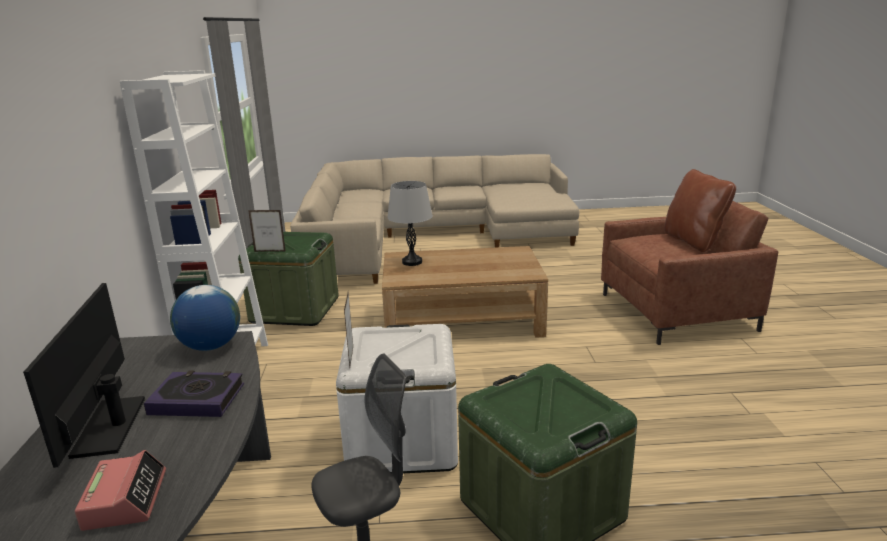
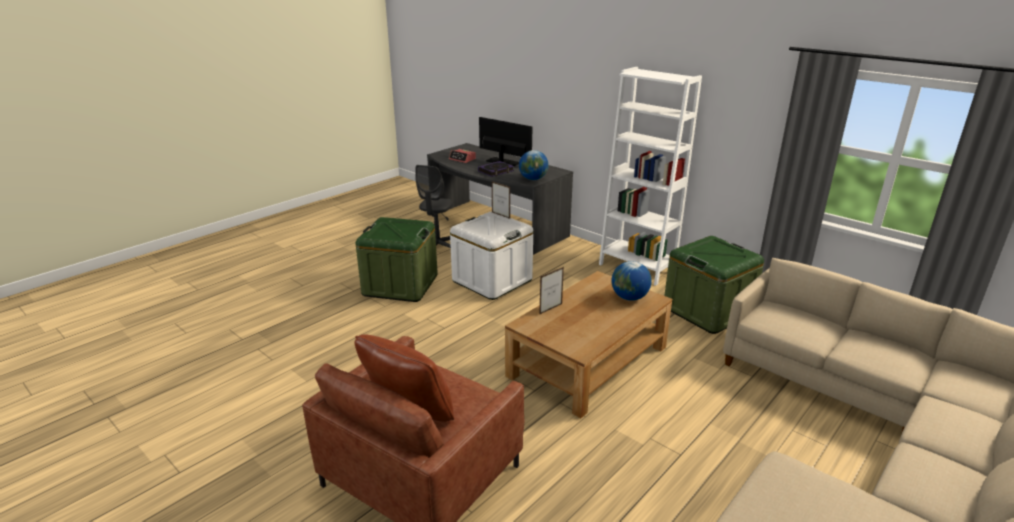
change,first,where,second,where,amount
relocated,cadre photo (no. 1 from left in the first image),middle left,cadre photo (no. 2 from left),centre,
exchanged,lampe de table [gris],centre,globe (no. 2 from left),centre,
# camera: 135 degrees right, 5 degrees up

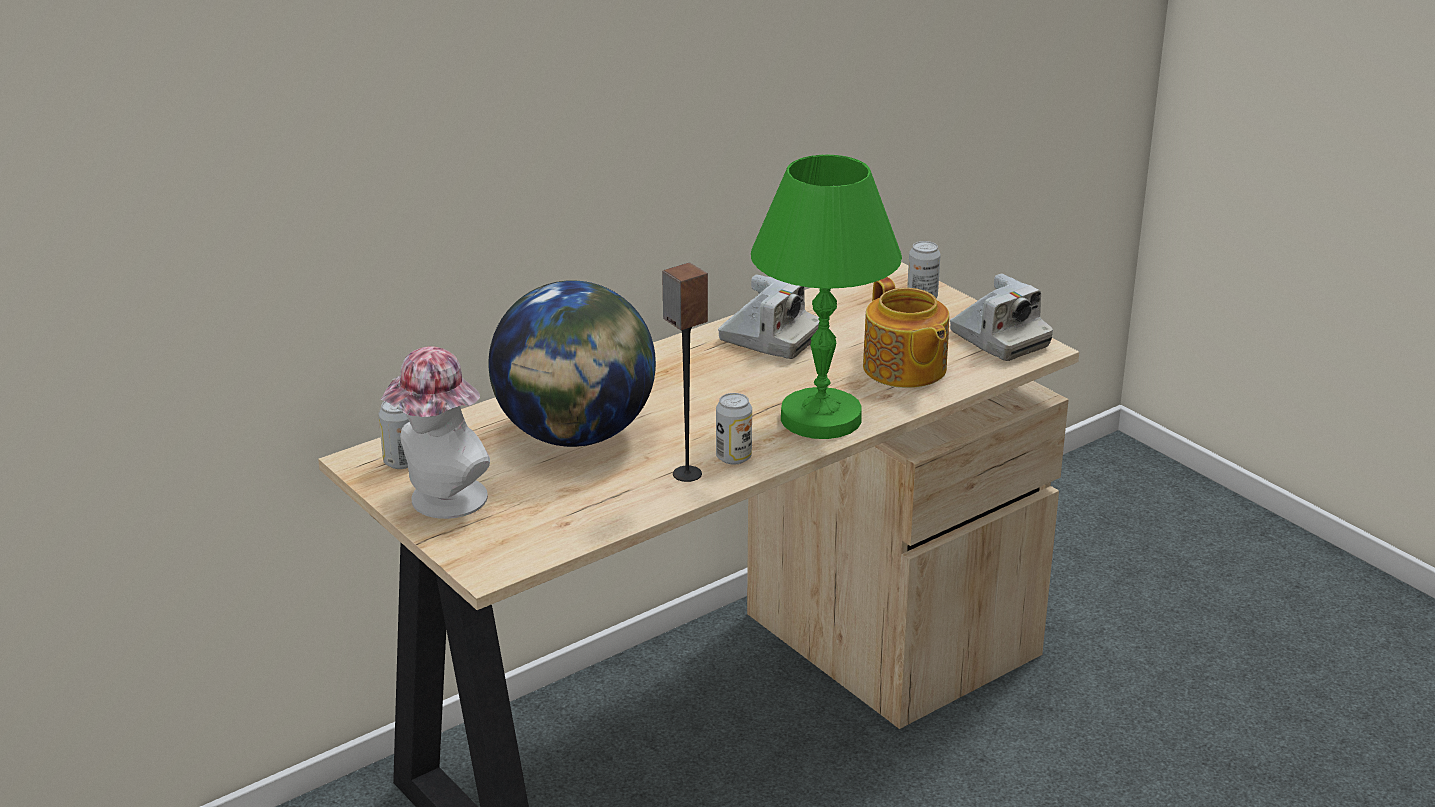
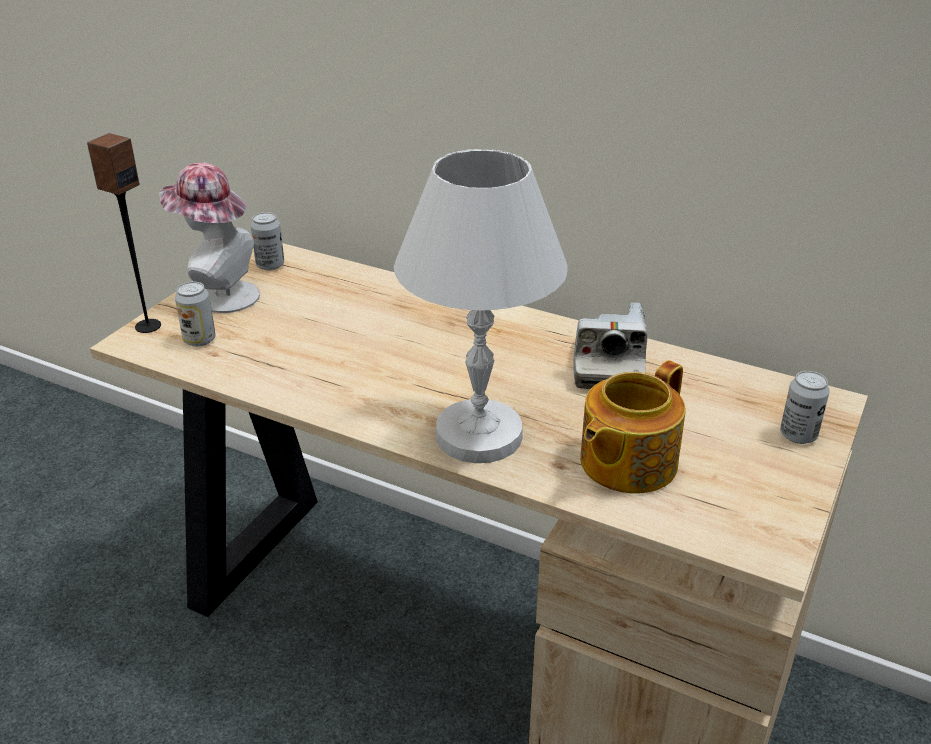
change,first,where,second,where,amount
relocated,enceinte,centre,,top left,
relocated,boîte métallique (no. 2 from left in the first image),centre,boîte métallique (no. 1 from left),middle left,
colour,lampe de table [vert],centre,lampe de table [blanc],centre,
missing,globe,centre,,,
missing,appareil photo (no. 2 from left),middle right,,,
# camera: 65 degrees right, 5 degrees up

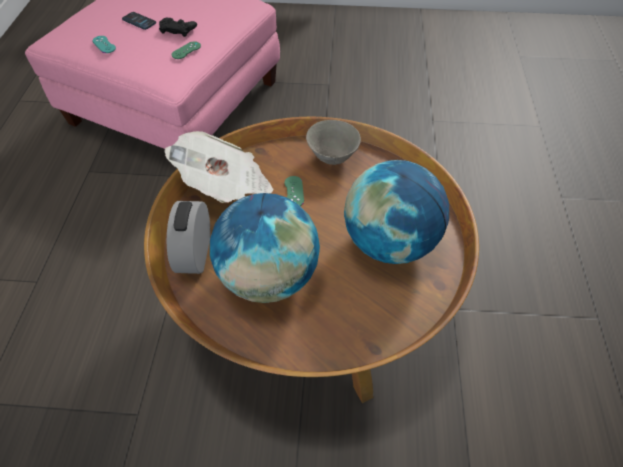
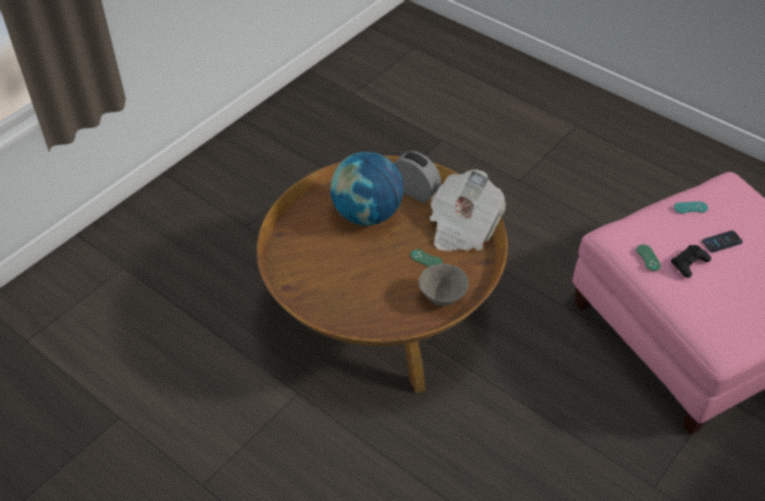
change,first,where,second,where,amount
missing,globe (no. 2 from left),centre,,,
# camera: 125 degrees right, 5 degrees down

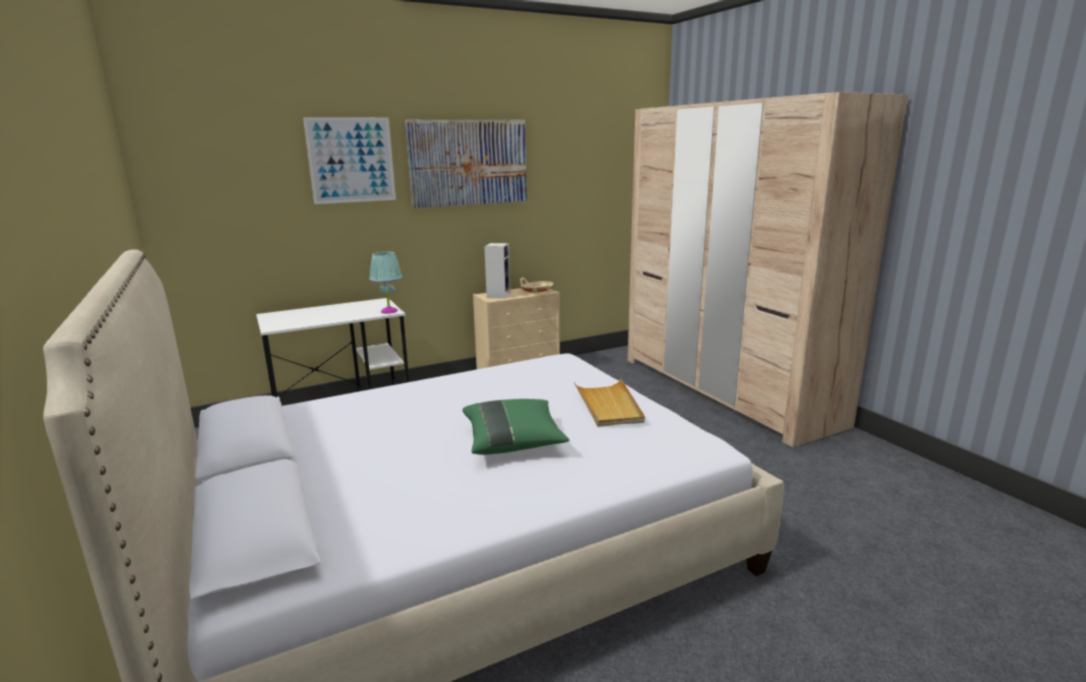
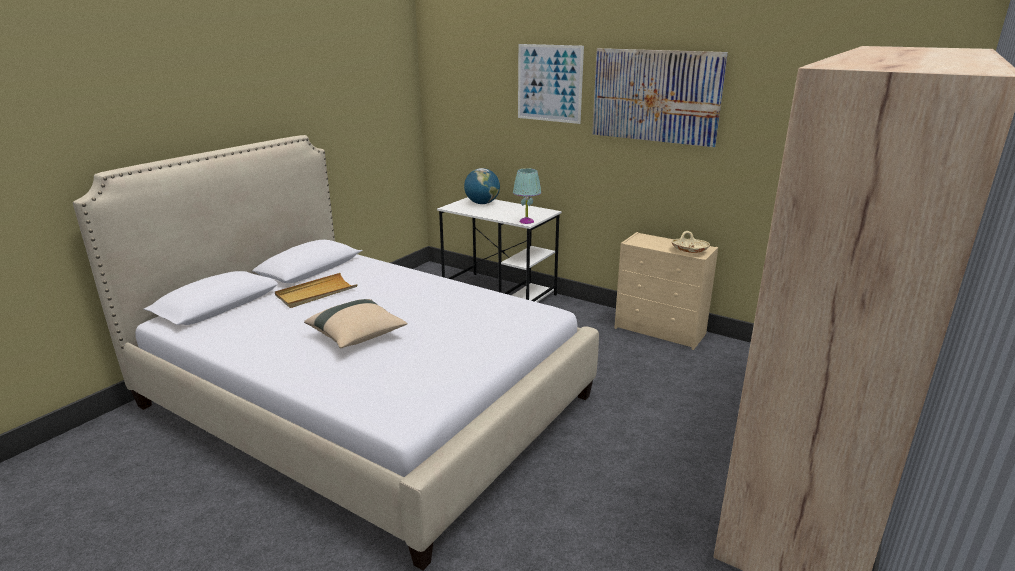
change,first,where,second,where,amount
relocated,plateau [beige],centre,,middle left,
colour,coussin [vert],centre,coussin [beige],centre,
appeared,,,globe,top centre,
missing,enceinte,centre,,,
# camera: 60 degrees right, 5 degrees up

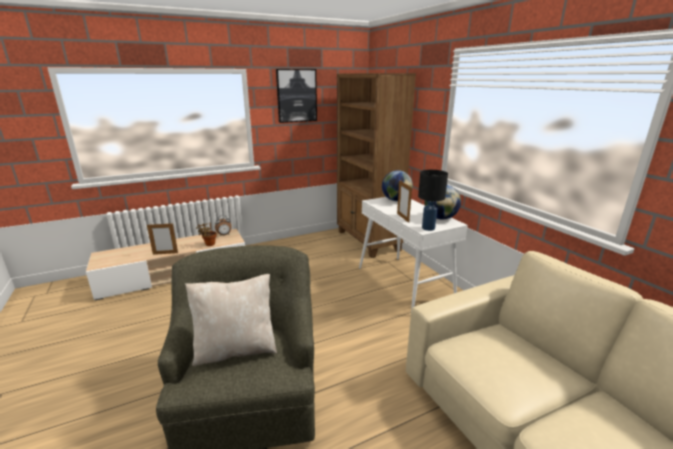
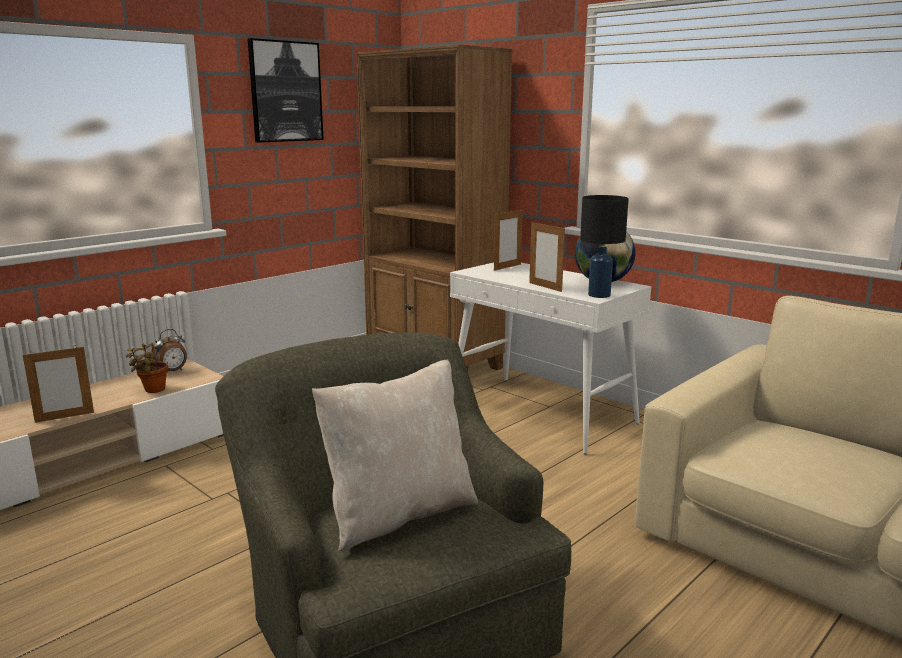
change,first,where,second,where,amount
exchanged,globe (no. 1 from left),centre,cadre photo (no. 2 from left),centre,
# camera: 20 degrees left, 5 degrees down

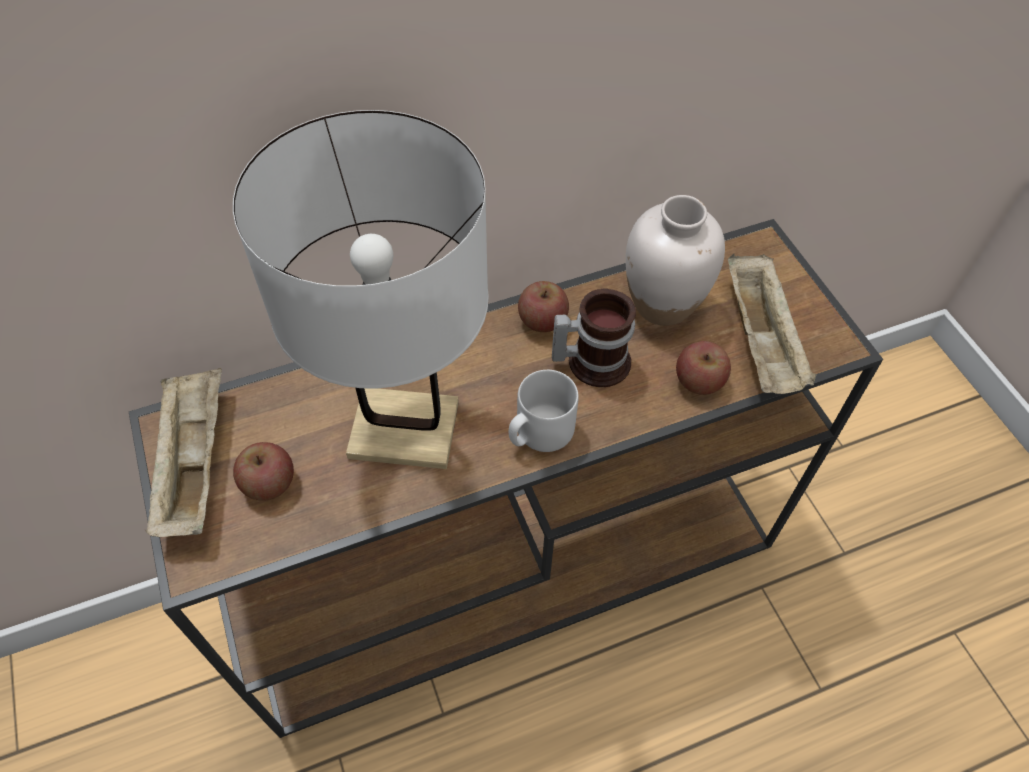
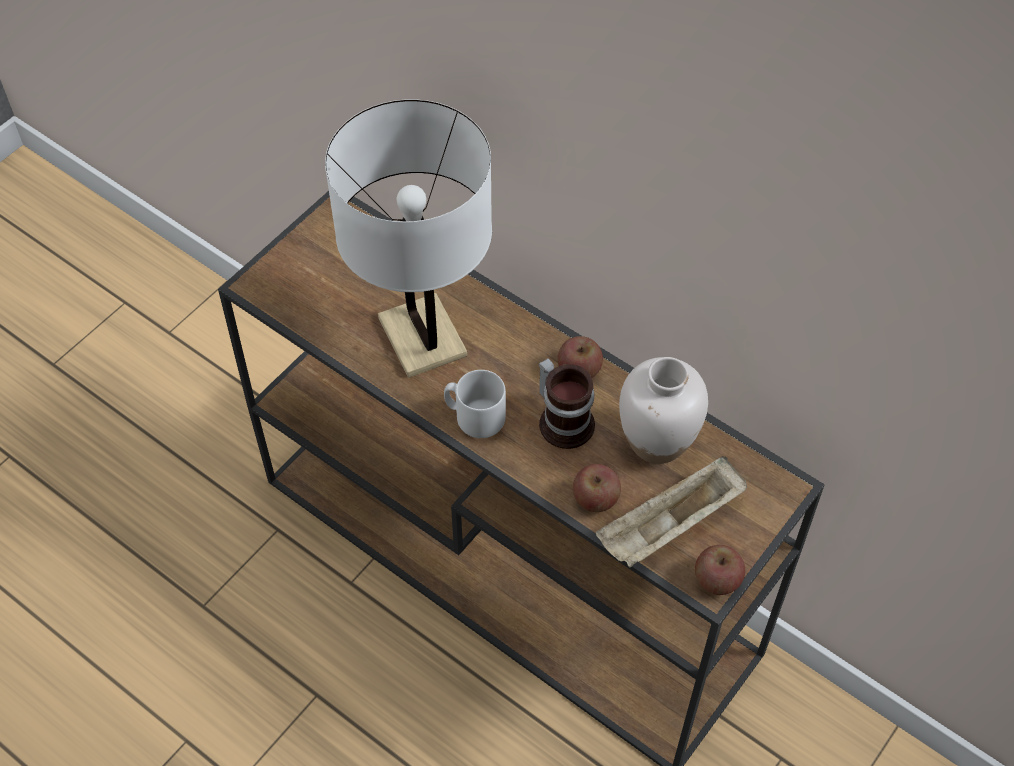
change,first,where,second,where,amount
relocated,pomme (no. 1 from left in the first image),middle left,pomme (no. 3 from left),bottom right,
missing,plateau [beige] (no. 1 from left),middle left,,,
# camera: 60 degrees right, 0 degrees up

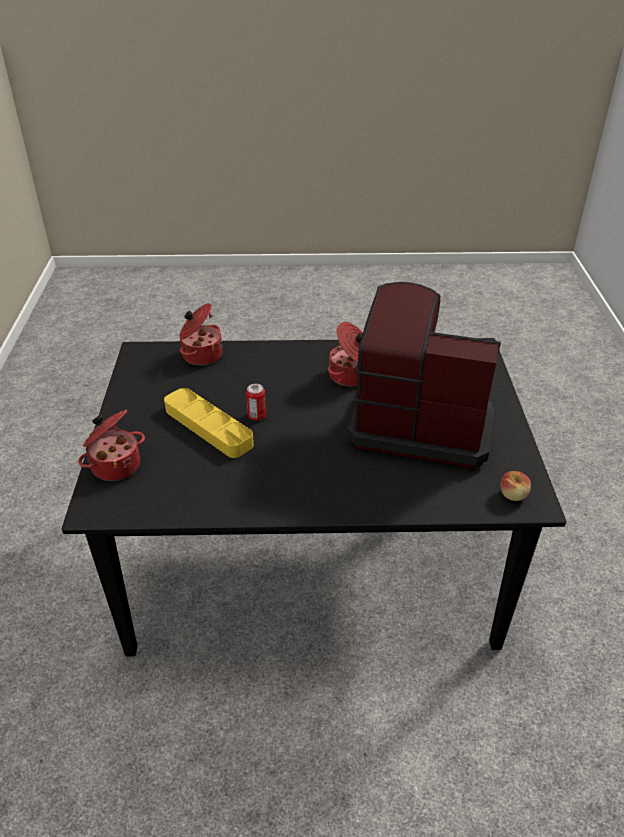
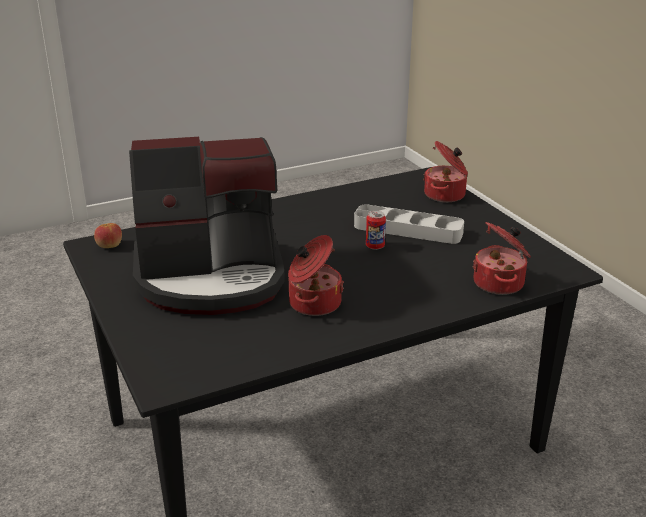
change,first,where,second,where,amount
colour,plateau [jaune],centre,plateau [gris],centre,
# camera: 155 degrees right, 10 degrees down

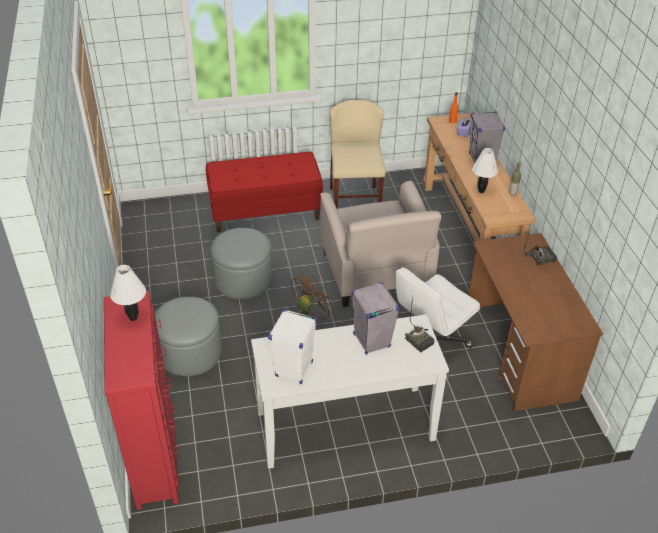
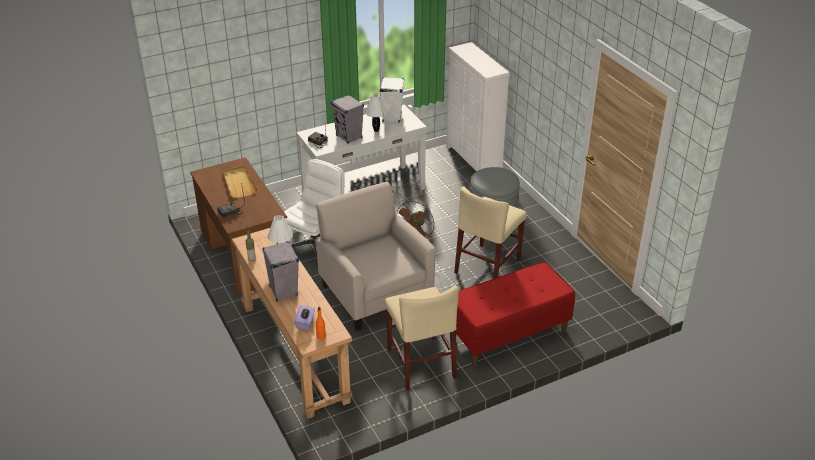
change,first,where,second,where,amount
appeared,,,plateau [beige],middle left,
relocated,lampe de table [blanc] (no. 1 from left in the first image),middle left,lampe de table [blanc] (no. 2 from left),top centre,
colour,commode [rouge],bottom left,commode [blanc],top centre,
exchanged,pouf [gris] (no. 2 from left),centre,chaise [beige] (no. 2 from left),centre,
# camera: 165 degrees right, 5 degrees down

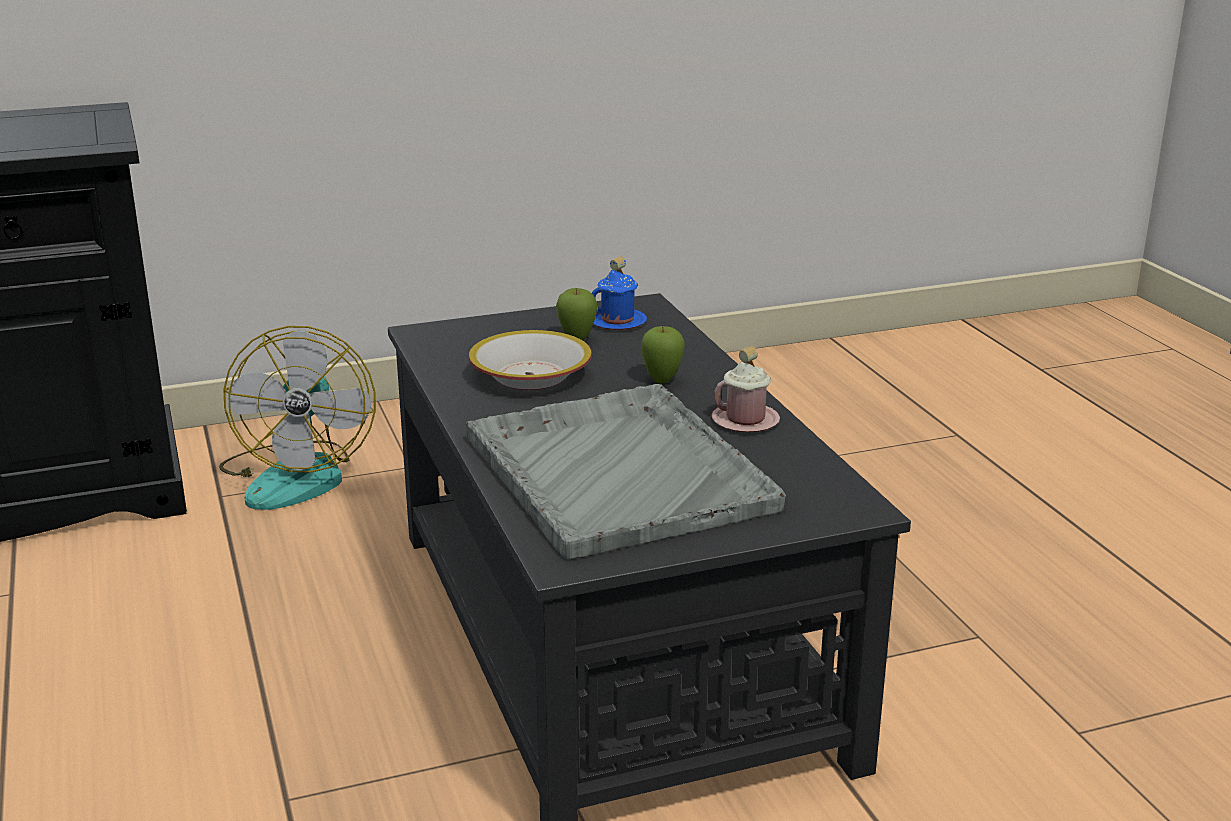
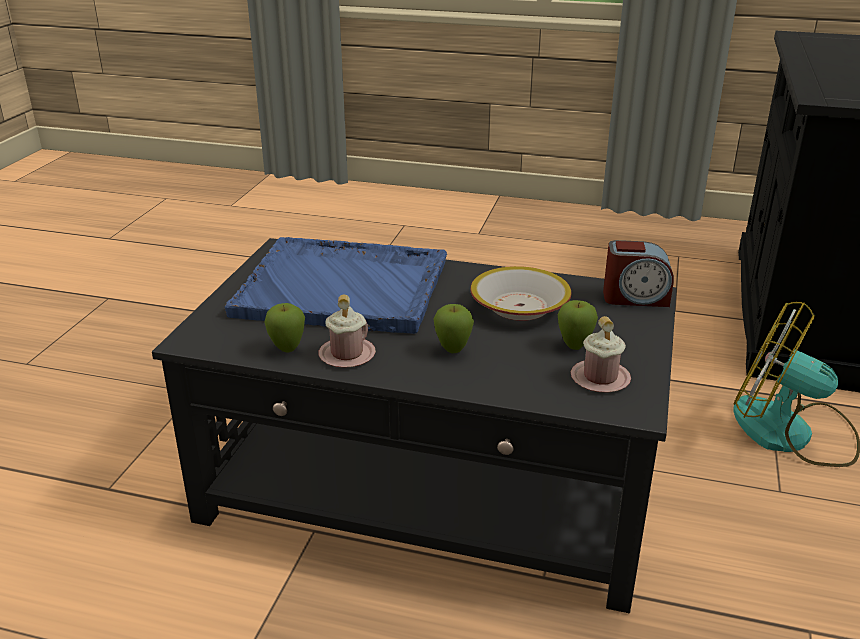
change,first,where,second,where,amount
colour,plateau [gris],centre,plateau [bleu],centre,
appeared,,,pomme (no. 1 from left),middle left,
colour,mug [bleu],centre,mug [rose] (no. 2 from left),middle right,
appeared,,,réveil,middle right,
# camera: 125 degrees right, 5 degrees up

